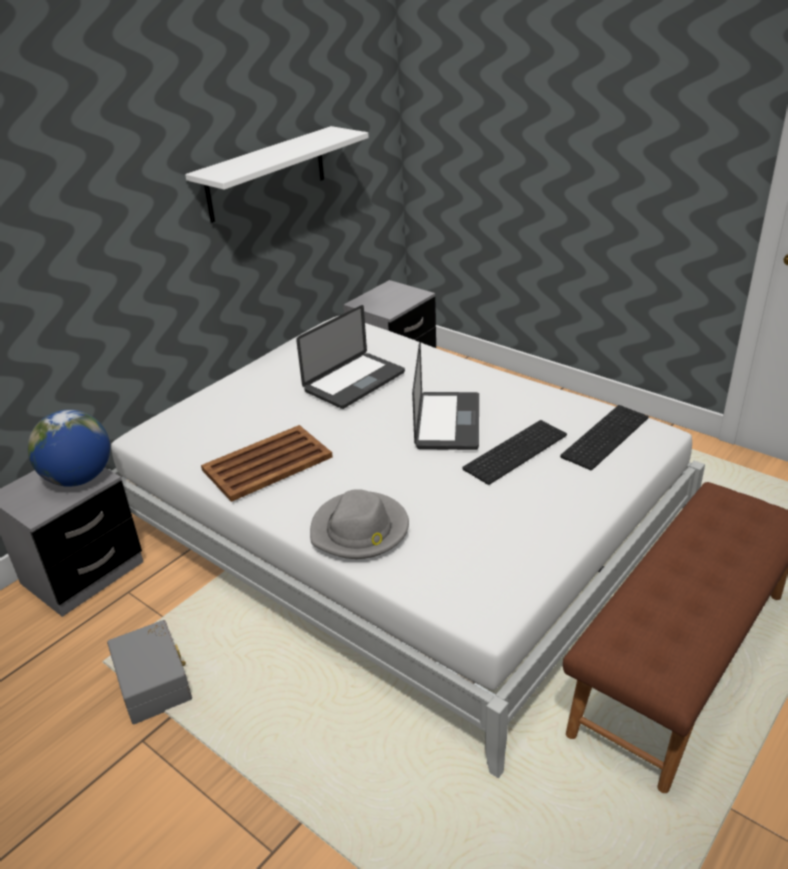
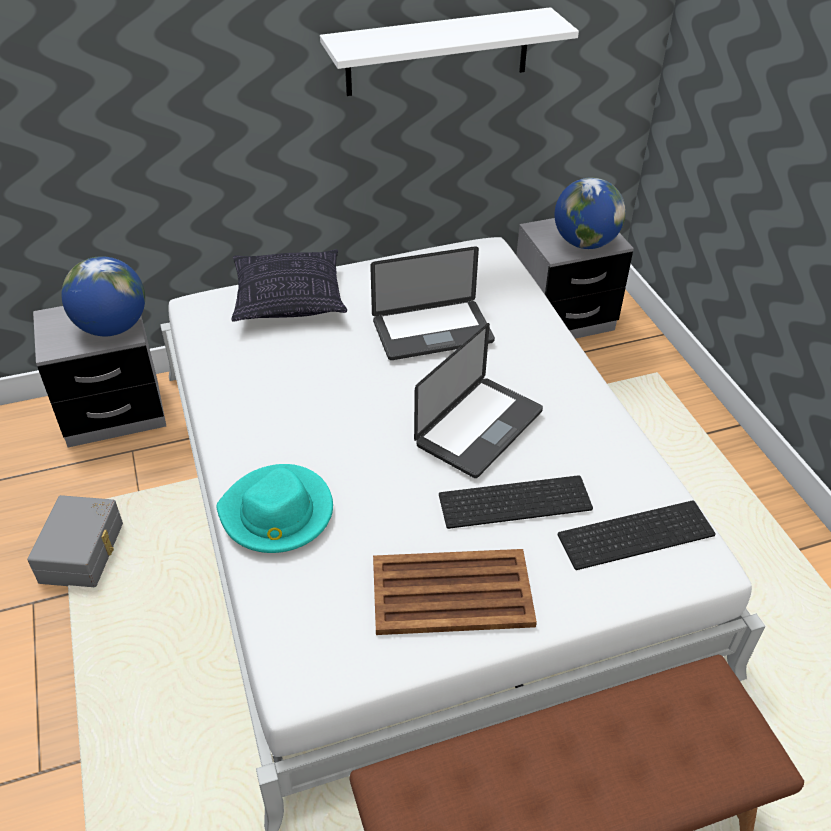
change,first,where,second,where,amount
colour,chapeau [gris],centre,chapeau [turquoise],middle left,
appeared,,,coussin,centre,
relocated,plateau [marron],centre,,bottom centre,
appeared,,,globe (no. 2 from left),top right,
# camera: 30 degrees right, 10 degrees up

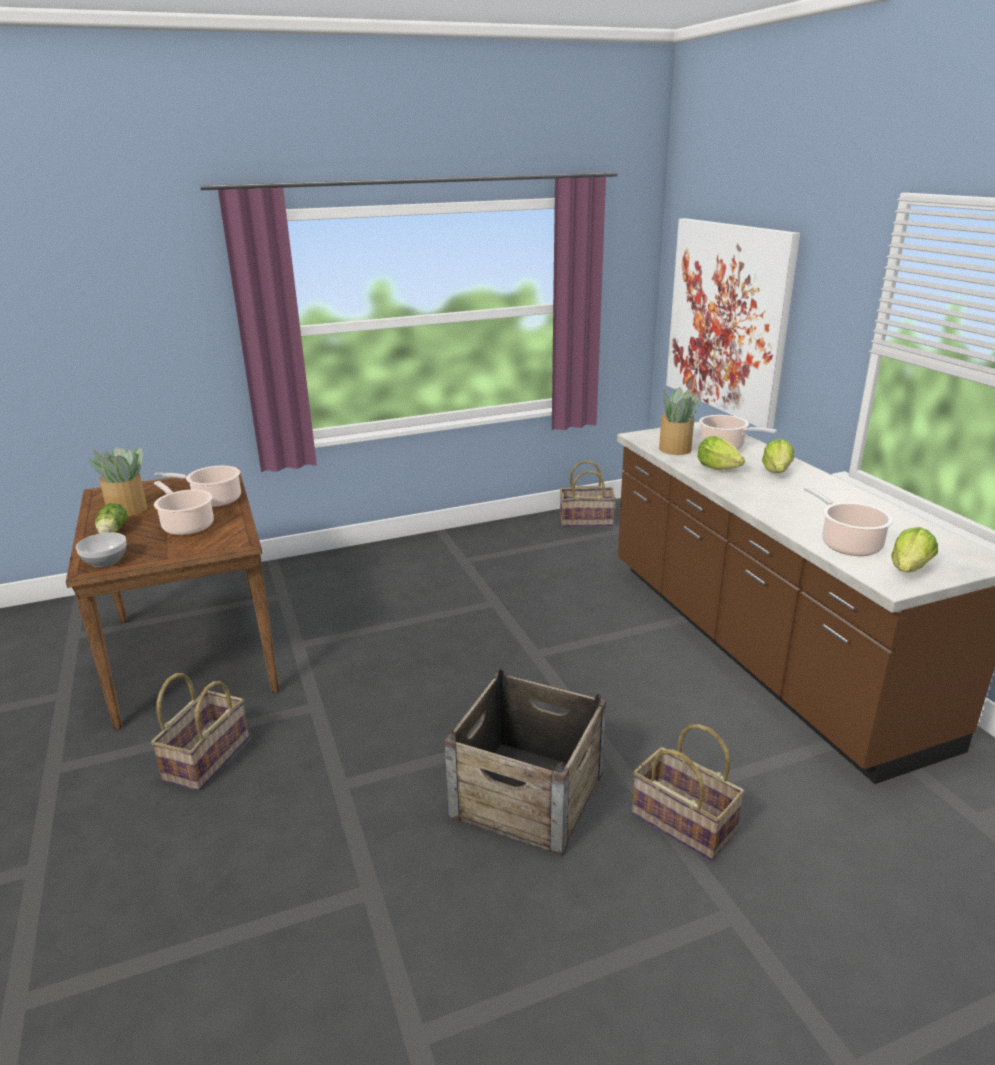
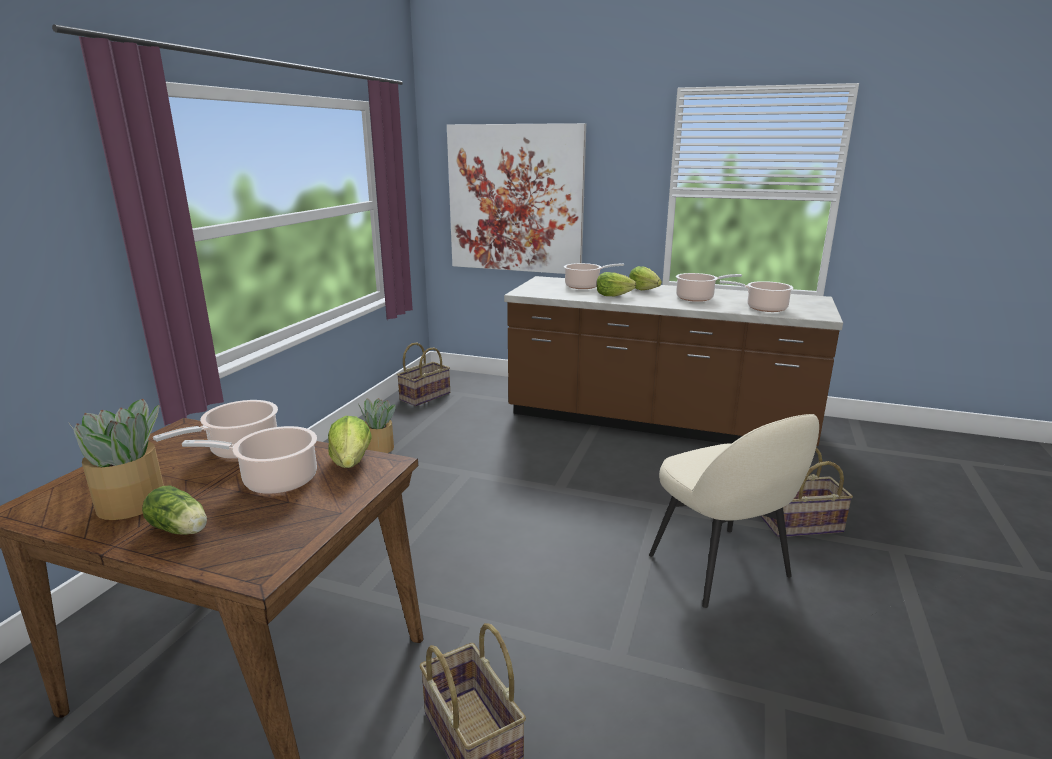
change,first,where,second,where,amount
relocated,laitue (no. 4 from left in the first image),middle right,laitue (no. 2 from left),middle left,
relocated,plante en pot (no. 2 from left),middle right,,centre,
exchanged,caisse,bottom centre,chaise [beige],bottom right,
appeared,,,marmite (no. 4 from left),middle right,
missing,bol,middle left,,,
# camera: 50 degrees left, 5 degrees down

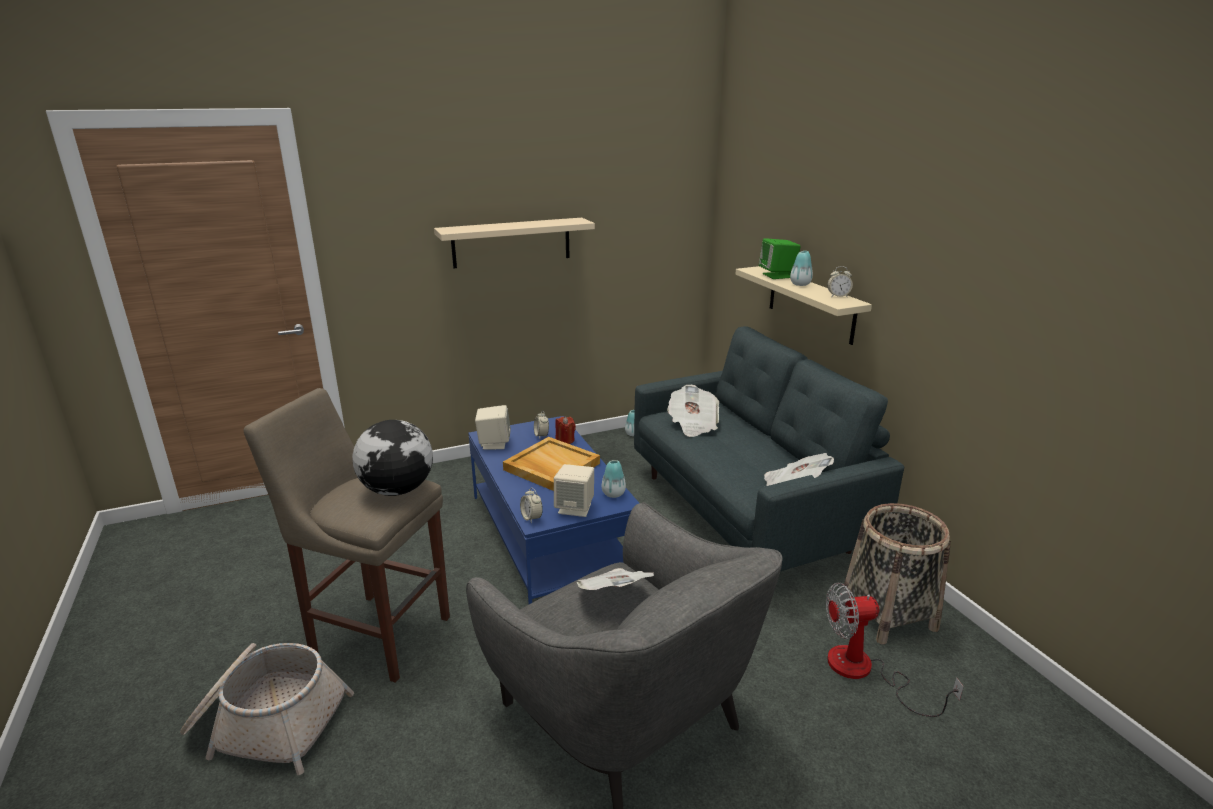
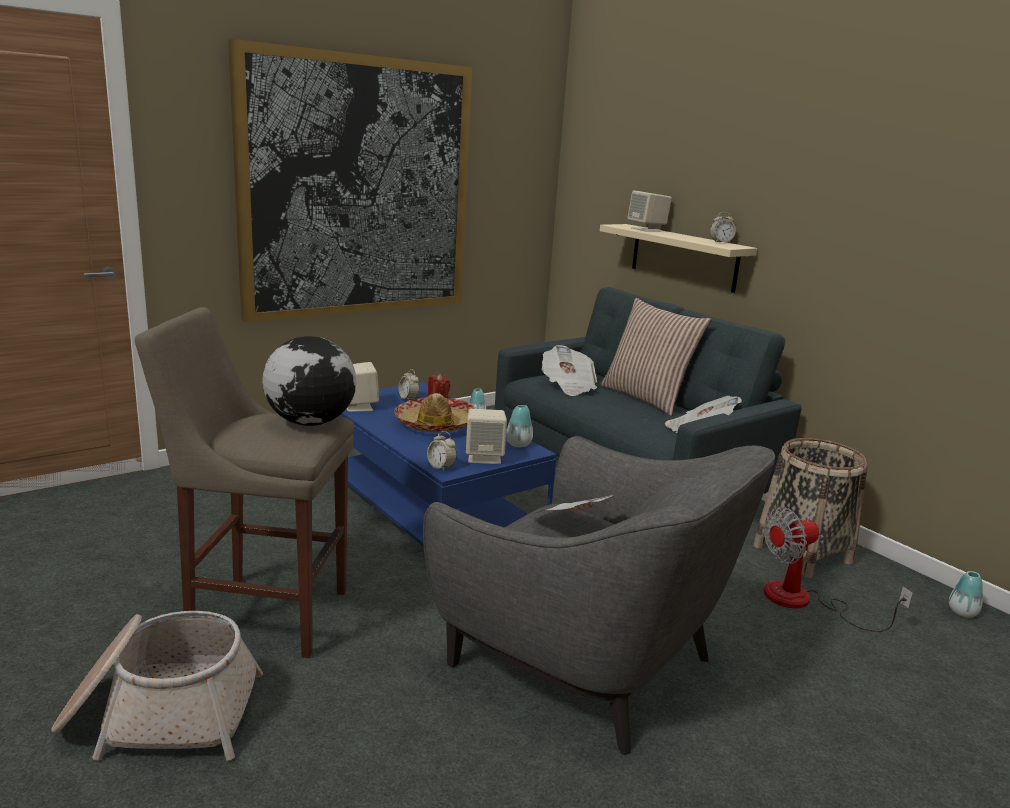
change,first,where,second,where,amount
exchanged,étagère [beige] (no. 1 from left),top centre,tableau,top centre,
exchanged,plateau [beige],centre,chapeau,centre,
appeared,,,coussin,centre,
colour,enceinte [vert],top centre,enceinte [beige] (no. 3 from left),top centre,
relocated,vase (no. 3 from left),top centre,,bottom right,
# camera: 15 degrees left, 5 degrees down

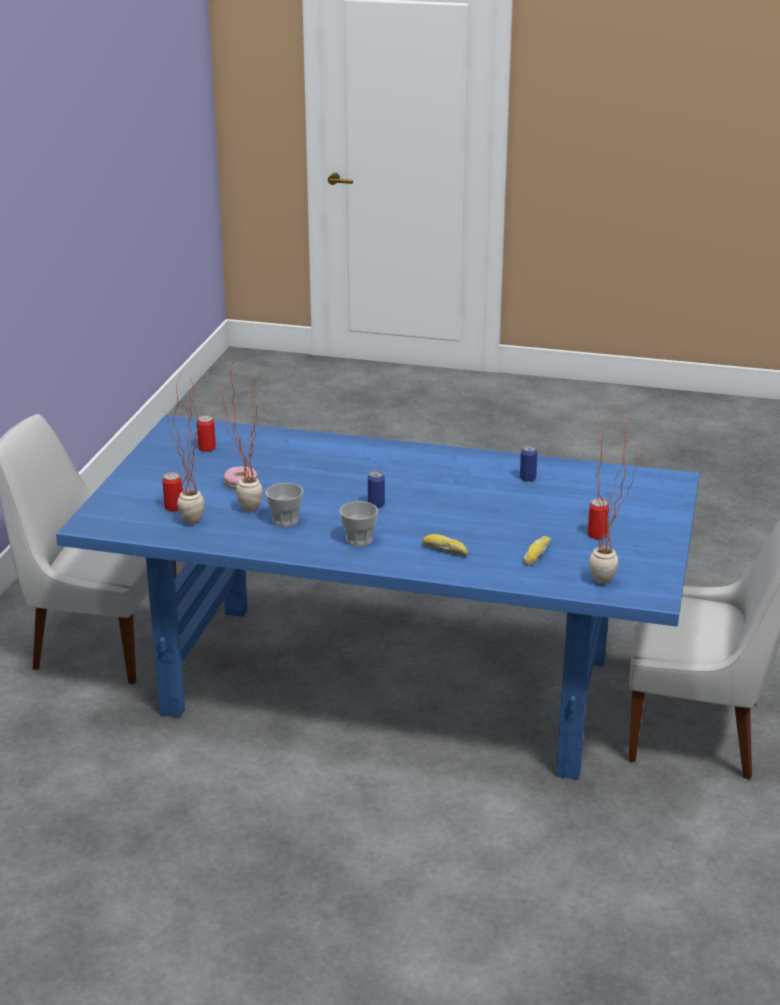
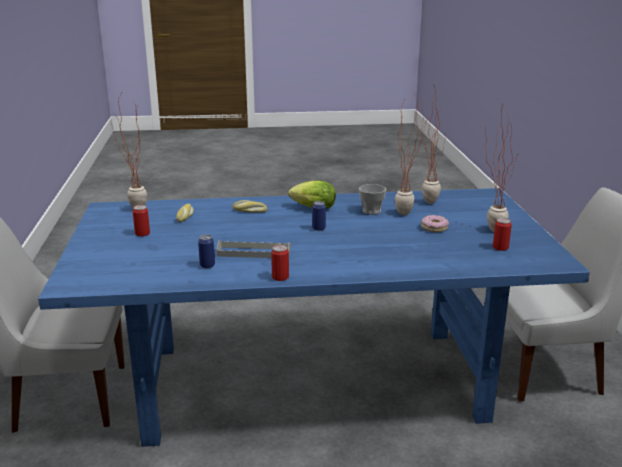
change,first,where,second,where,amount
appeared,,,plateau [gris],centre,
relocated,boîte métallique (no. 1 from left in the first image),middle left,boîte métallique (no. 3 from left),centre,
exchanged,tasse (no. 2 from left),centre,laitue,centre,
appeared,,,plante en pot (no. 4 from left),middle right,
# camera: 160 degrees right, 5 degrees down

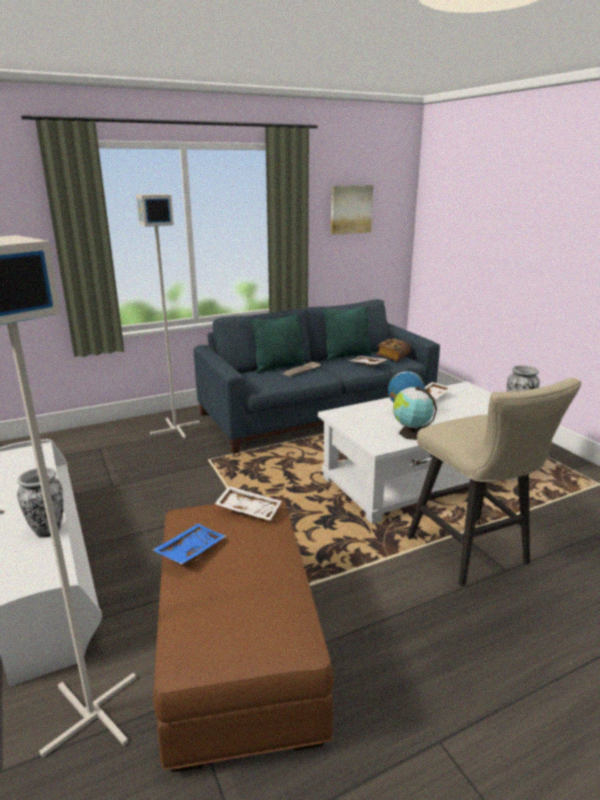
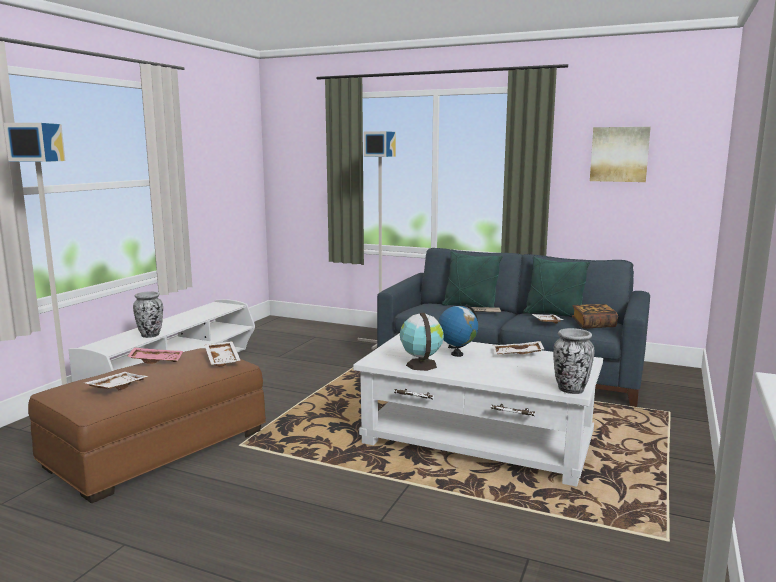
change,first,where,second,where,amount
appeared,,,plateau [blanc] (no. 1 from left),middle left,
colour,plateau [bleu],bottom left,plateau [rose],middle left,
missing,tabouret [beige],middle right,,,
# camera: 50 degrees right, 10 degrees down

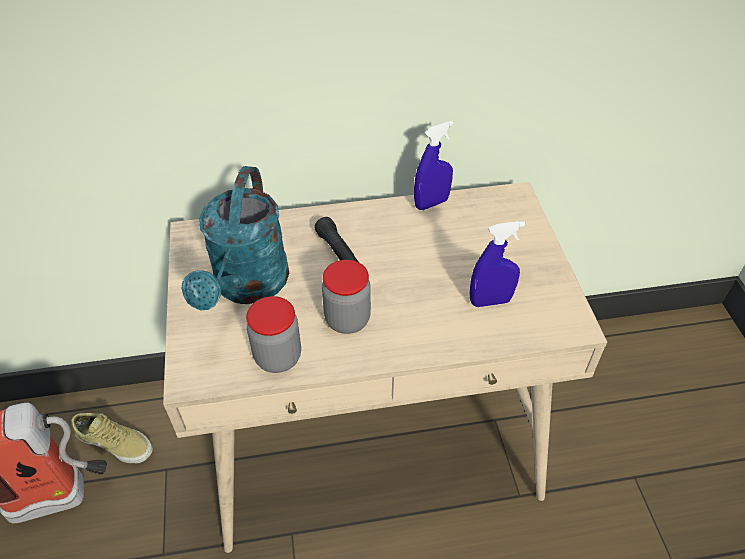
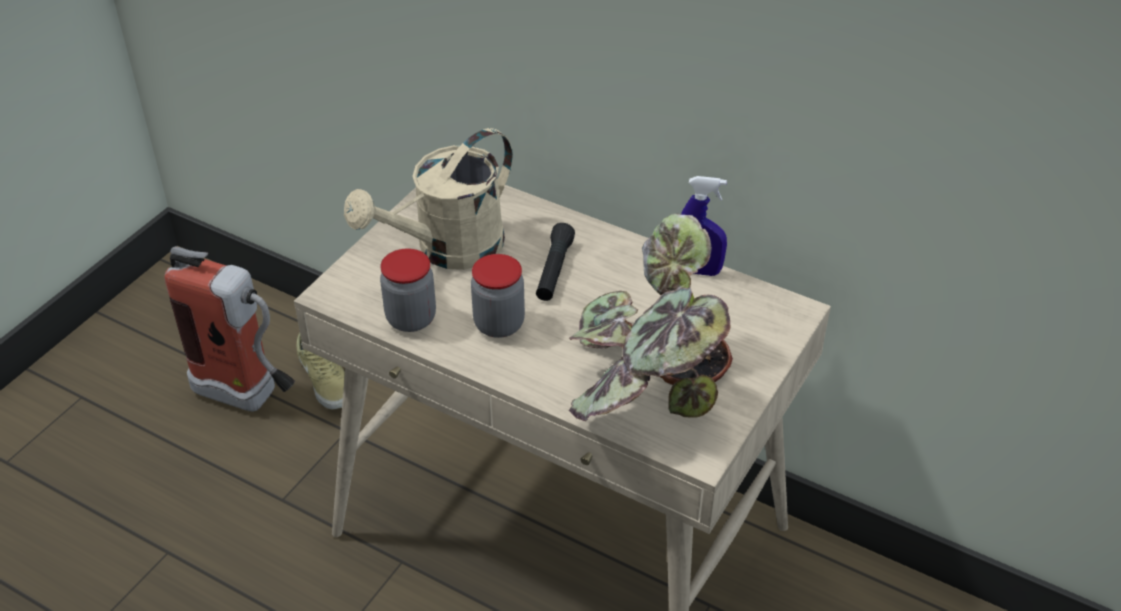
change,first,where,second,where,amount
colour,arrosoir [turquoise],middle left,arrosoir [beige],top centre,
exchanged,vaporisateur [bleu] (no. 2 from left),middle right,plante en pot,centre,
# camera: 40 degrees right, 5 degrees down

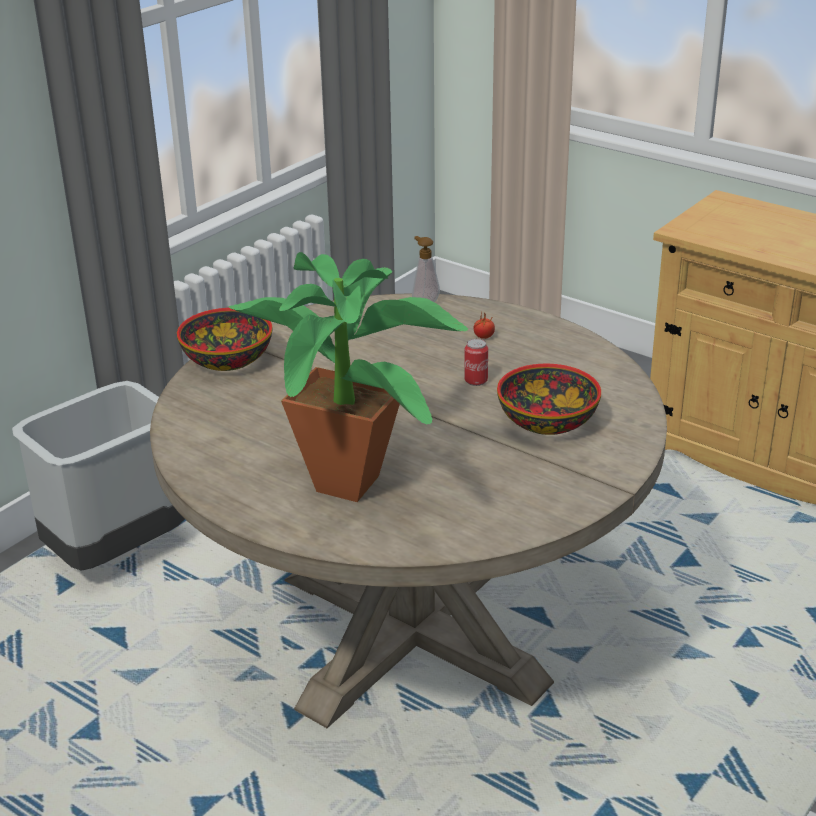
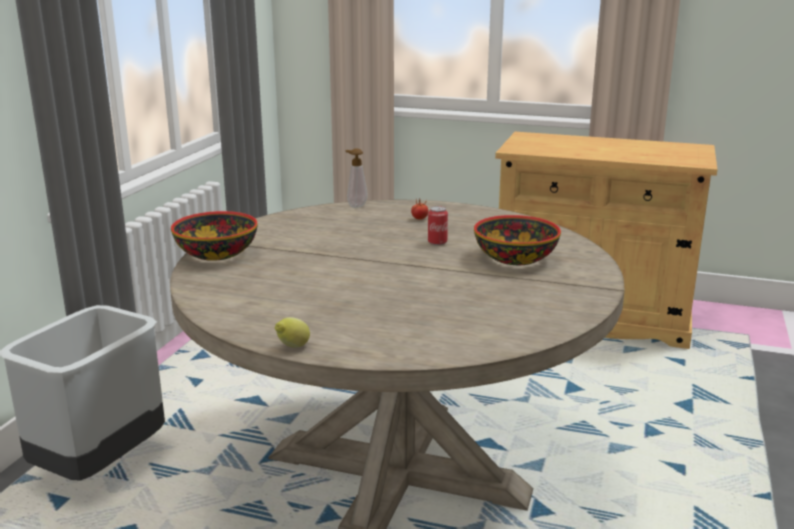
change,first,where,second,where,amount
appeared,,,citron,centre,
missing,plante en pot,centre,,,
# camera: 20 degrees left, 10 degrees down

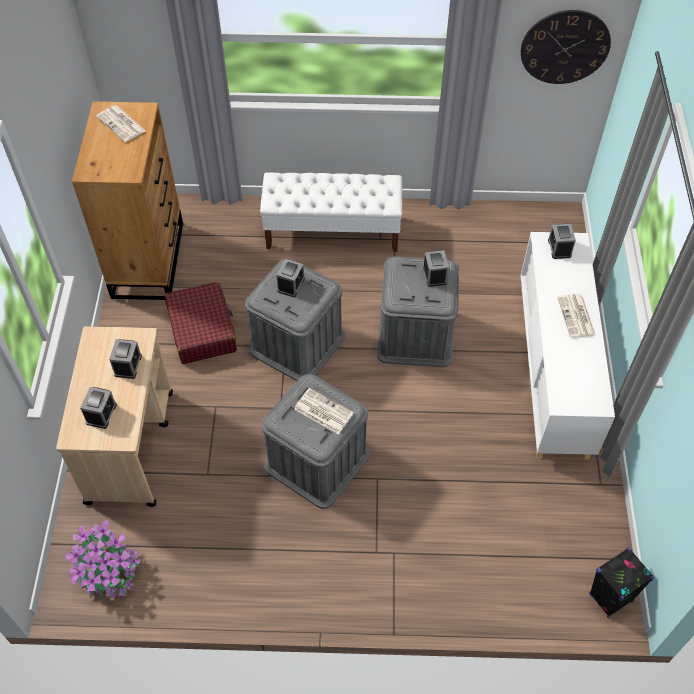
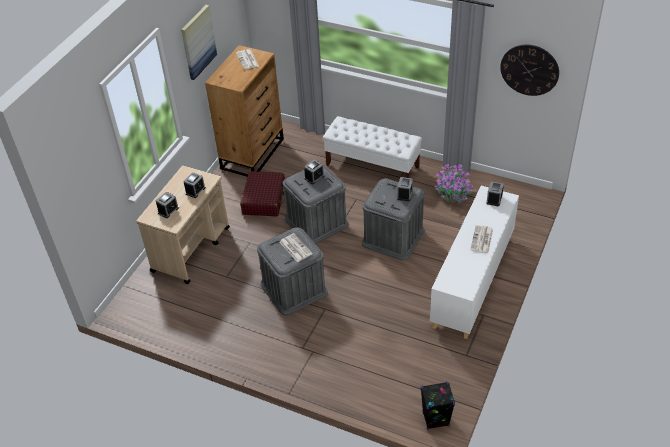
change,first,where,second,where,amount
appeared,,,tableau,top left,
relocated,plante en pot,bottom left,,middle right,
# camera: 25 degrees right, 10 degrees down

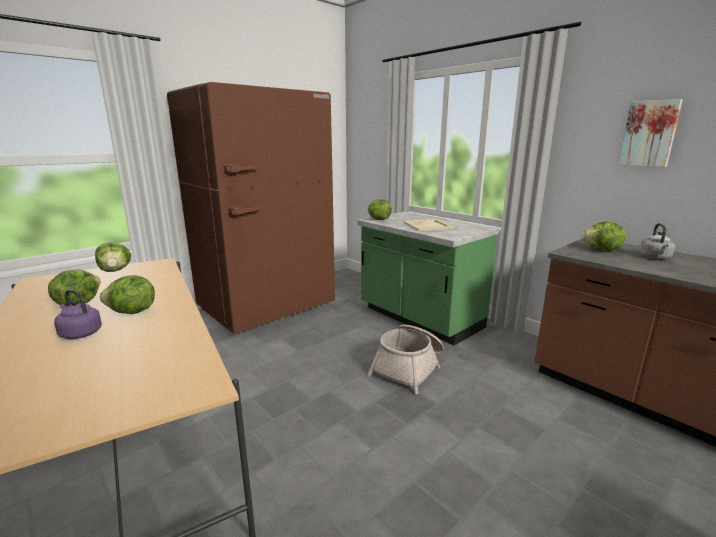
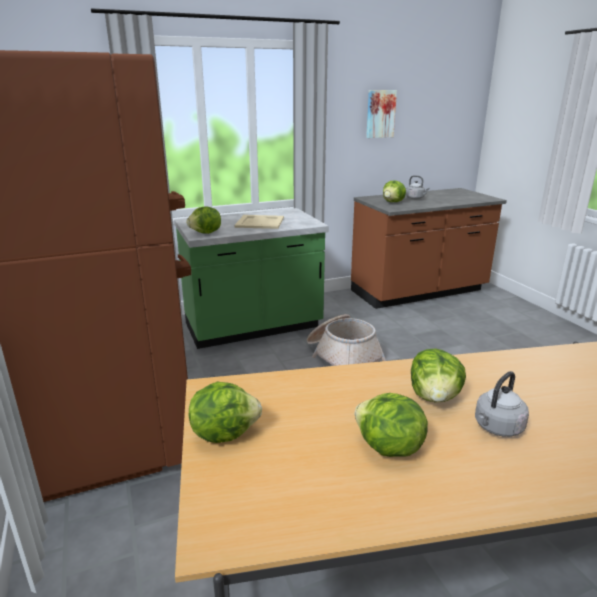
change,first,where,second,where,amount
colour,bouilloire [violet],middle left,bouilloire [gris] (no. 2 from left),bottom right,
# camera: 70 degrees left, 5 degrees up

